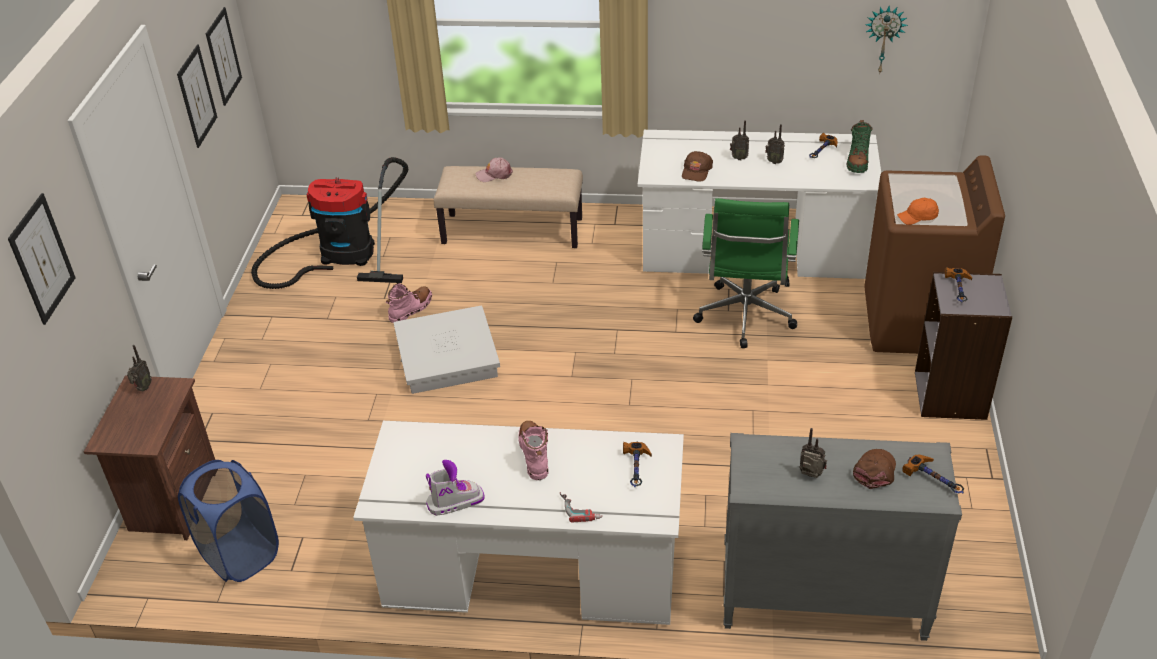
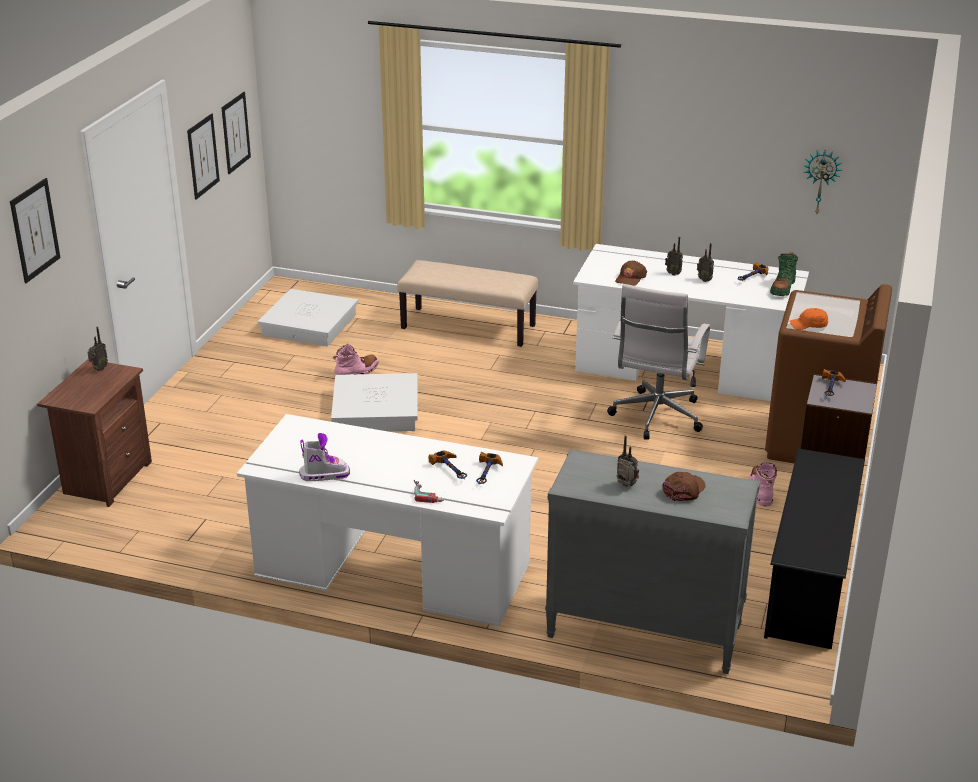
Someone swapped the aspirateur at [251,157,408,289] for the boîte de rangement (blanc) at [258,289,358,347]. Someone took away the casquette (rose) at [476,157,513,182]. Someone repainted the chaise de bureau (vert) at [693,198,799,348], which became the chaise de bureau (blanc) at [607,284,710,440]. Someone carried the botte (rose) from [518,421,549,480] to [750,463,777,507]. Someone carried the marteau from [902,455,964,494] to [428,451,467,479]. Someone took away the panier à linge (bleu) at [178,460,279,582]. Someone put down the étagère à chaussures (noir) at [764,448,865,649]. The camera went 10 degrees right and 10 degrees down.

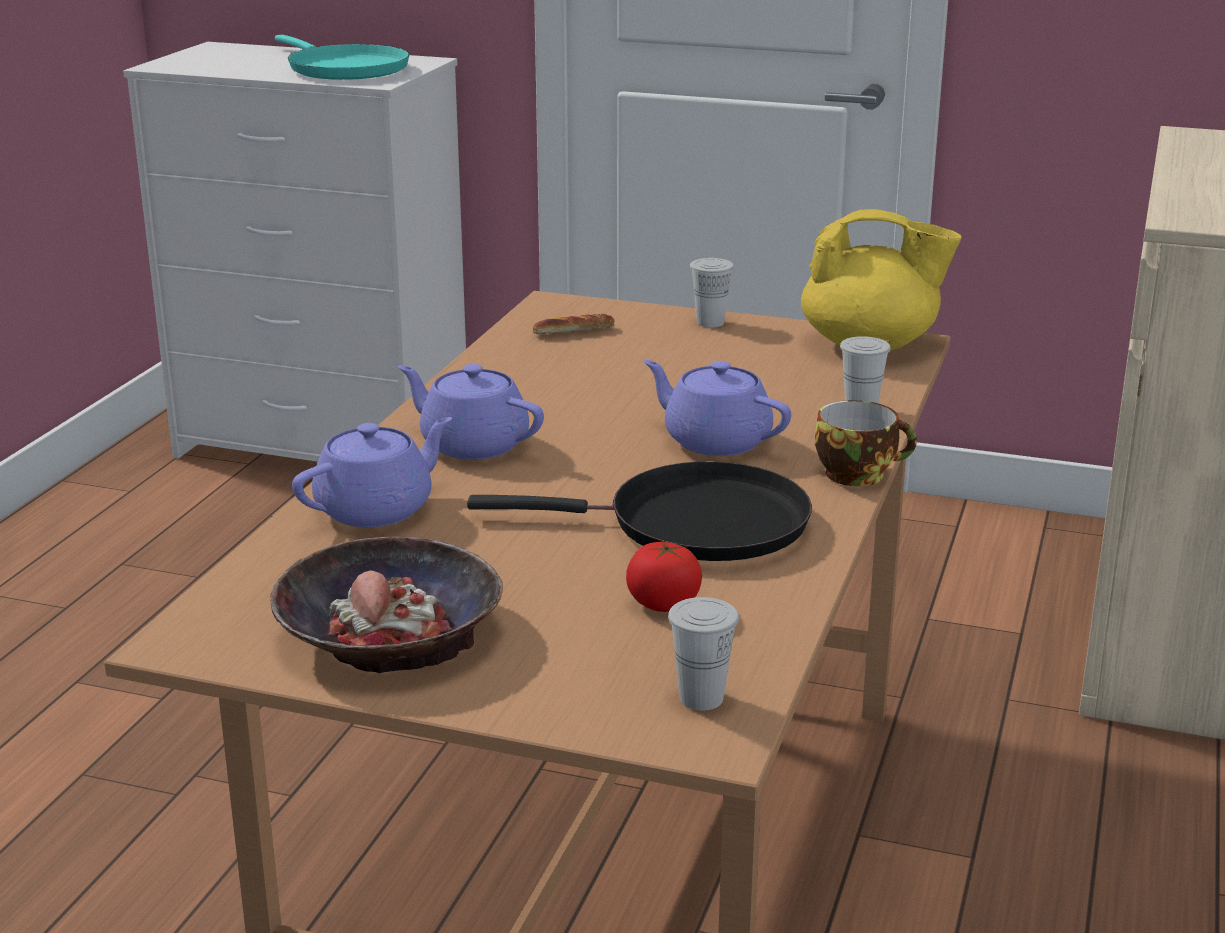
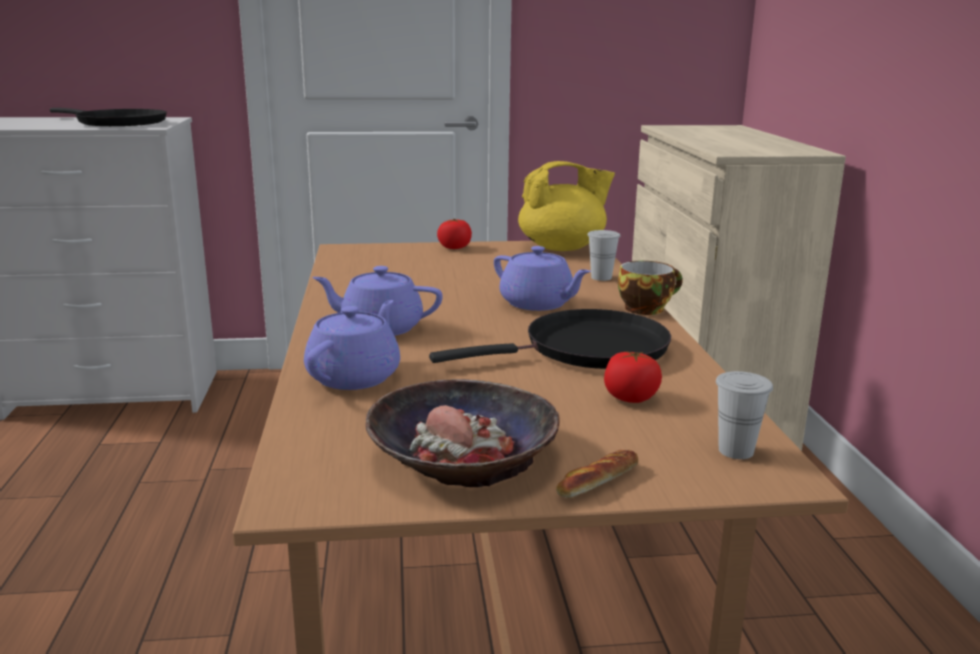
Someone repainted the poêle (turquoise) at [275,35,410,80], which became the poêle (noir) at [50,108,167,126]. Someone swapped the tasse (blanc) at [690,258,734,327] for the tomate at [437,219,472,249]. Someone carried the pain from [533,314,614,334] to [556,450,638,498]. Someone rotated the théière (violet) at [643,360,791,456] by 150 degrees counterclockwise. The camera went 25 degrees left and 5 degrees down.

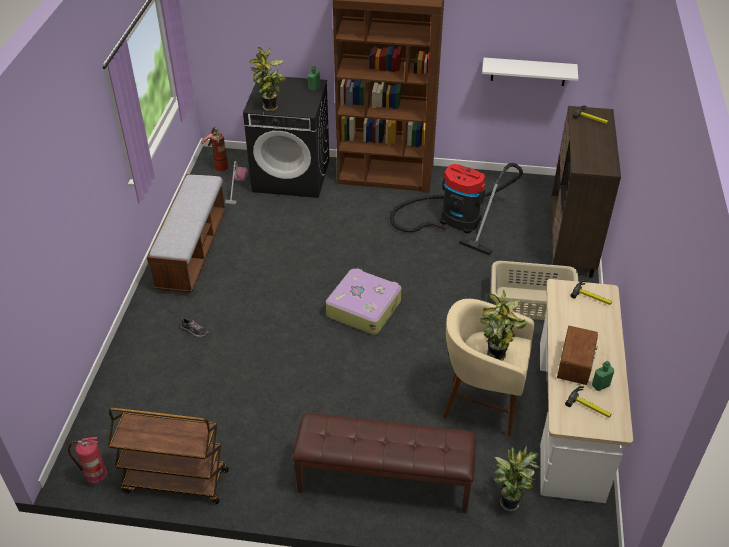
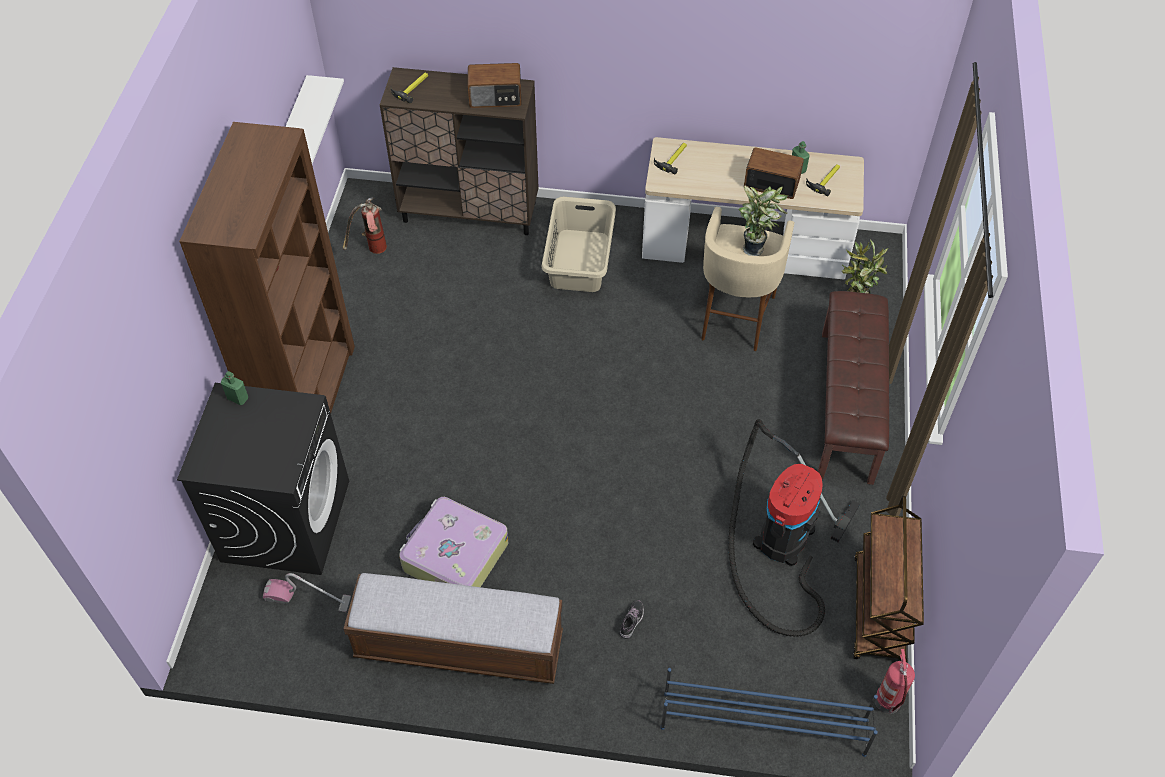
Someone took away the plante en pot at [249,47,286,111]. Someone carried the extincteur from [201,127,228,172] to [343,197,387,254]. Someone carried the aspirateur from [390,163,523,256] to [728,419,860,637]. Someone carried the valise from [326,268,401,335] to [399,497,508,587]. Someone put down the radio at [468,63,522,108]. Someone put down the étagère à chaussures (bleu) at [661,668,878,757]. The camera went 90 degrees left and 10 degrees up.

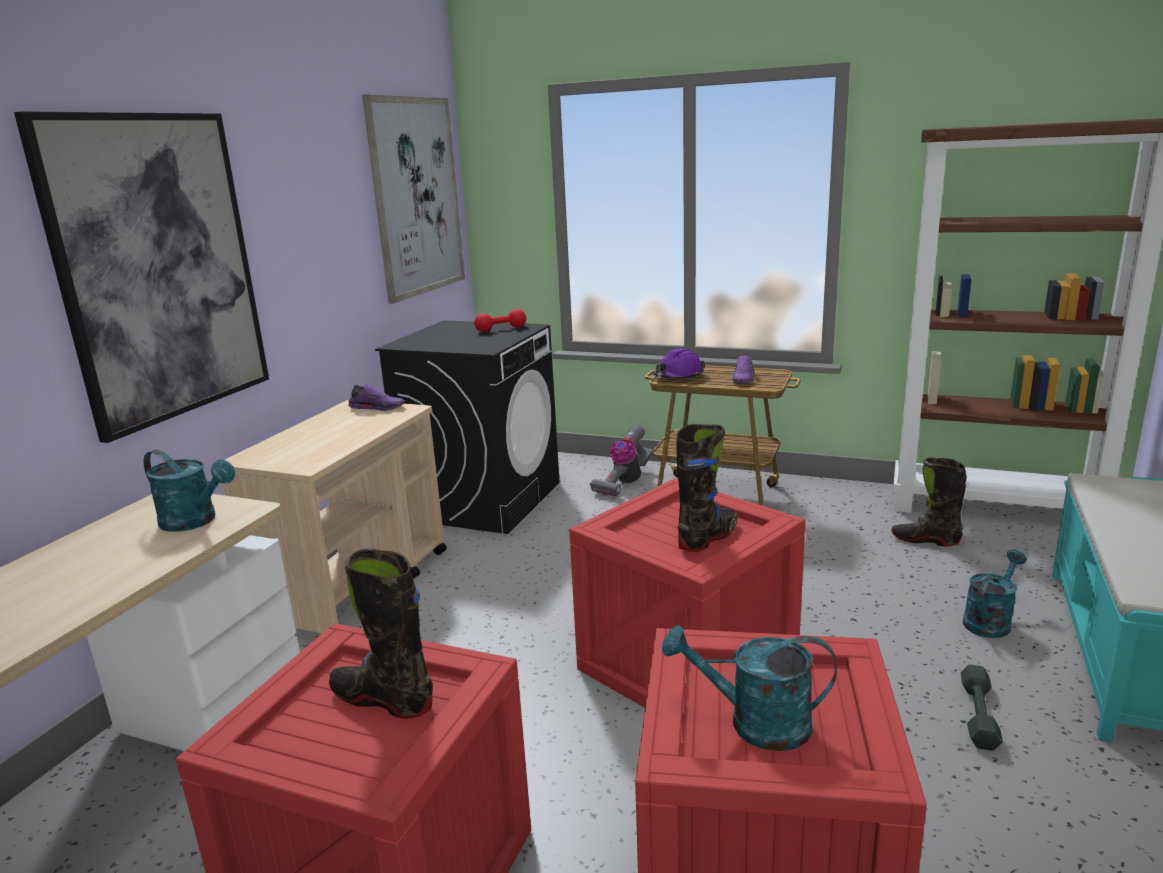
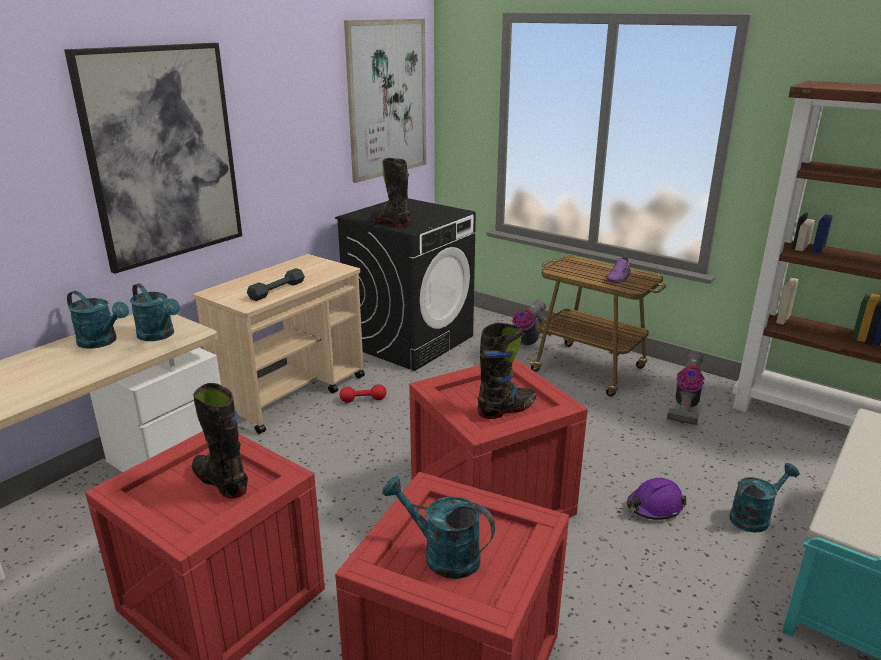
Someone carried the haltère (rouge) from [474,309,526,332] to [340,384,386,403]. Someone carried the casque de chantier (violet) from [653,348,705,379] to [627,478,687,520]. Someone took away the chaussure (violet) at [348,383,405,411]. Someone carried the botte (noir) from [891,457,967,546] to [371,158,410,227]. Someone carried the haltère (gris) from [961,665,1003,751] to [247,268,305,301]. Someone put down the arrosoir (turquoise) at [67,291,129,349]. Someone put down the aspirateur at [667,351,705,425]. The camera went 15 degrees right and 5 degrees up.

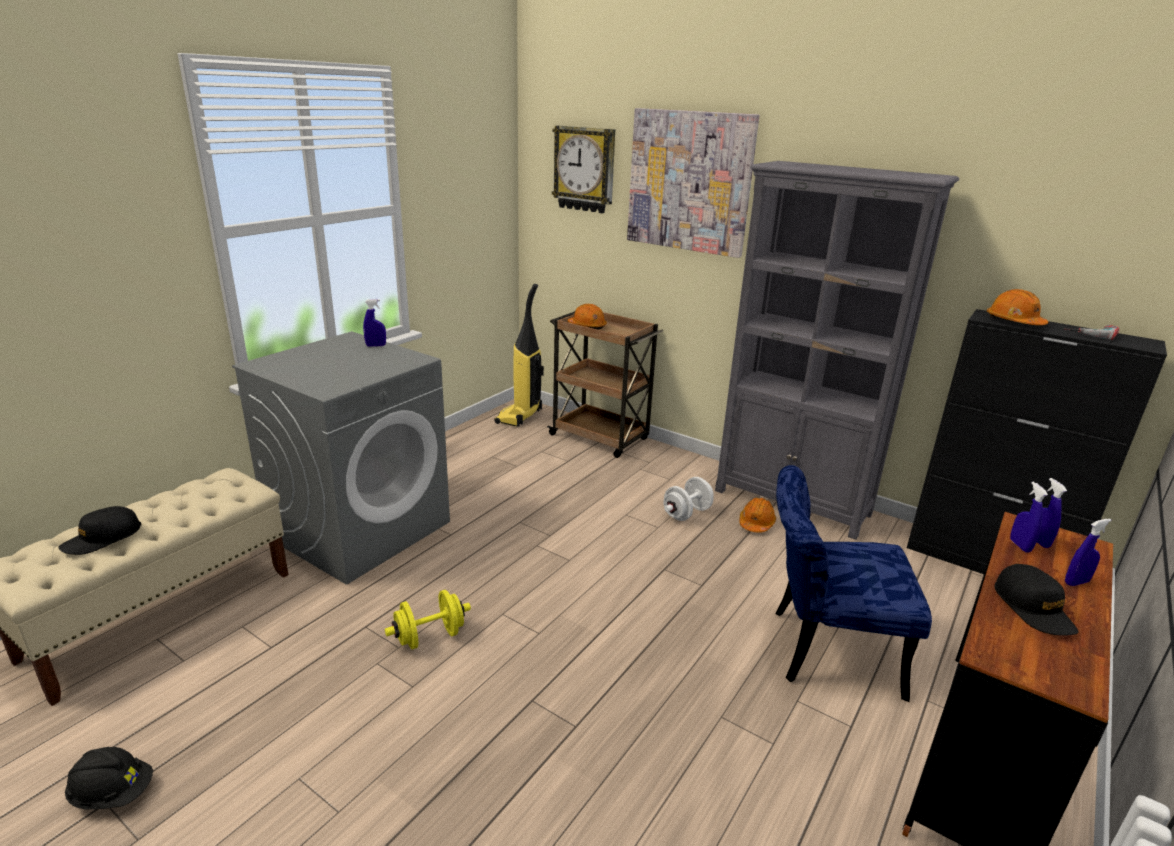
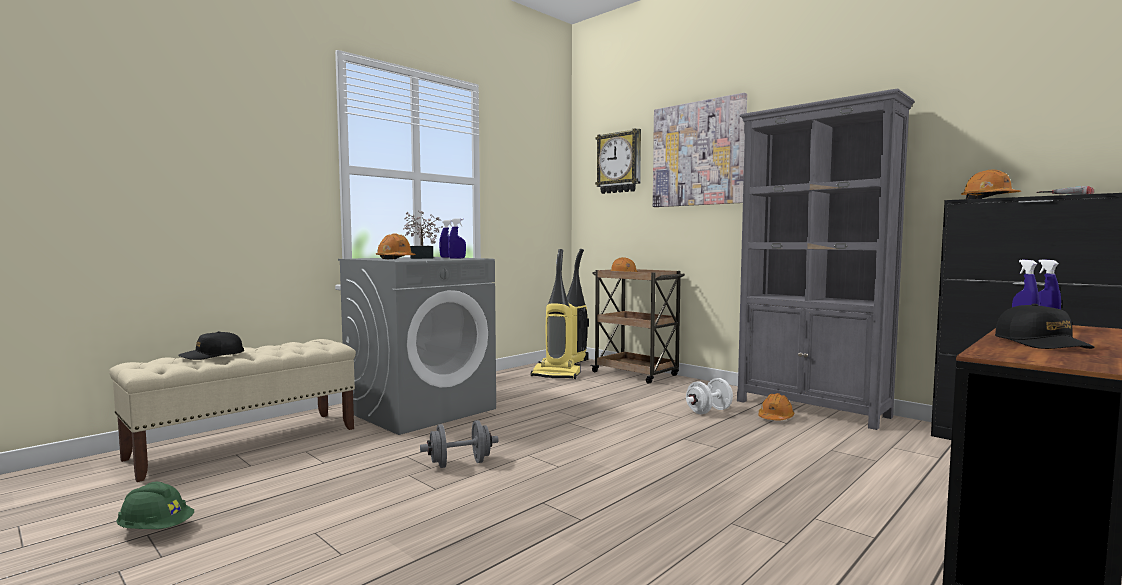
Someone took away the chaise (bleu) at [775,465,932,702]. Someone carried the vaporisateur (bleu) from [1065,519,1112,586] to [448,218,466,259]. Someone repainted the haltère (jaune) at [385,590,471,649], which became the haltère (gris) at [420,420,498,468]. Someone repainted the casque de chantier (noir) at [65,747,153,809], which became the casque de chantier (vert) at [116,482,194,529]. Someone put down the plante en pot at [403,210,443,259]. Someone put down the casque de chantier (orange) at [376,233,416,259]. Someone put down the aspirateur at [531,249,580,379]. The camera went 10 degrees right and 20 degrees down.

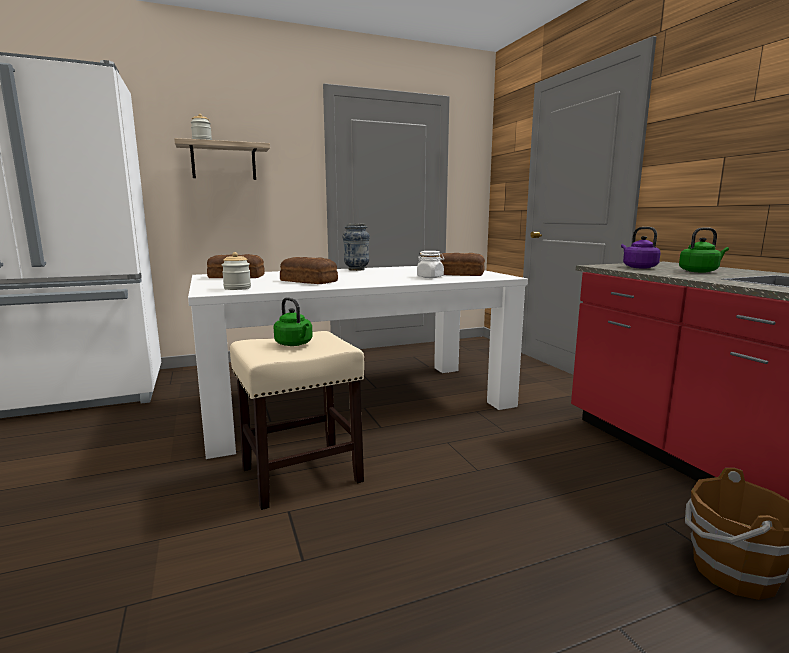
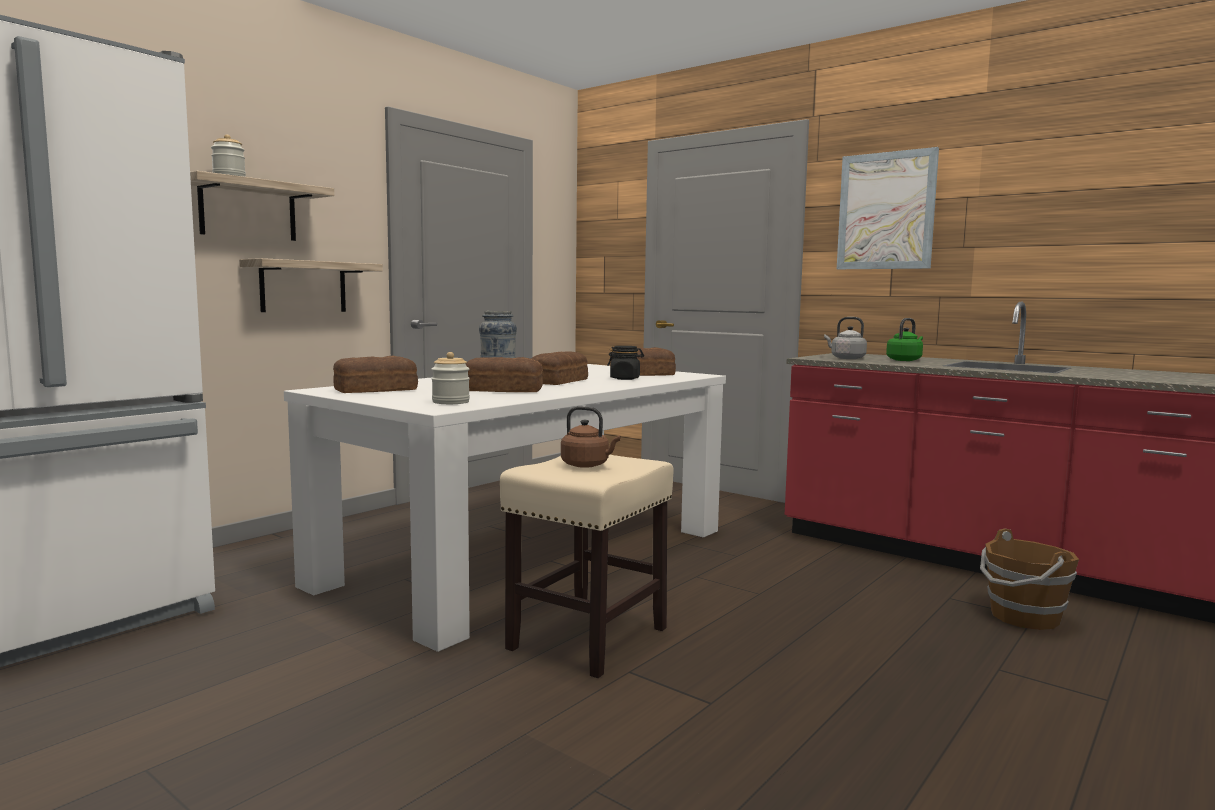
Someone repainted the bouilloire (violet) at [621,227,661,268], which became the bouilloire (gris) at [824,317,867,359]. Someone repainted the bocal (blanc) at [417,251,444,278], which became the bocal (noir) at [607,346,644,380]. Someone repainted the bouilloire (vert) at [274,297,313,346], which became the bouilloire (marron) at [561,406,621,468]. Someone put up the tableau at [837,147,939,269]. Someone put up the étagère at [239,258,383,312]. Someone put down the pain at [531,352,588,385]. The camera went 30 degrees left and 5 degrees down.

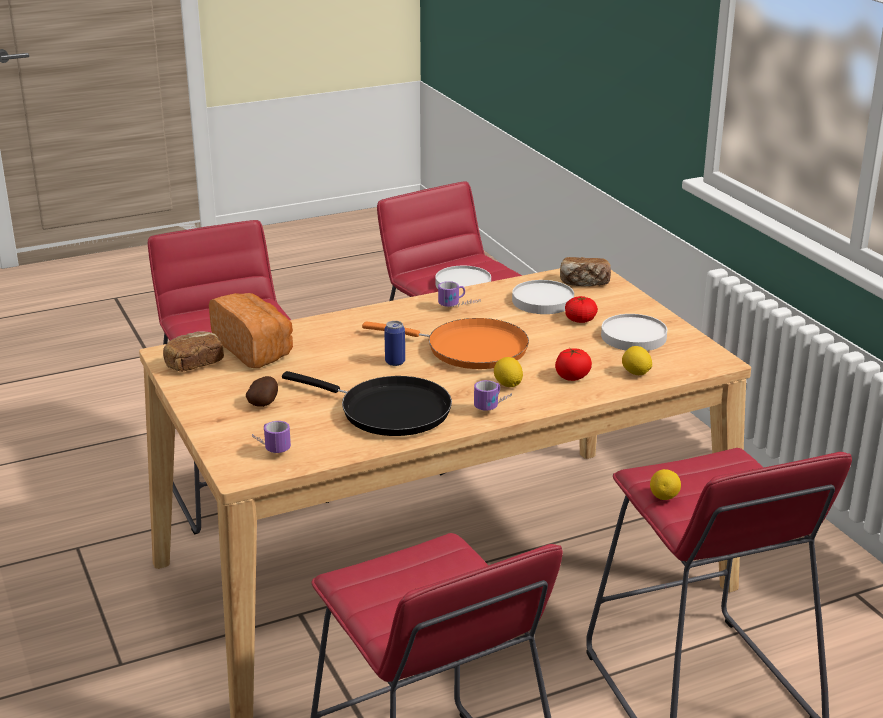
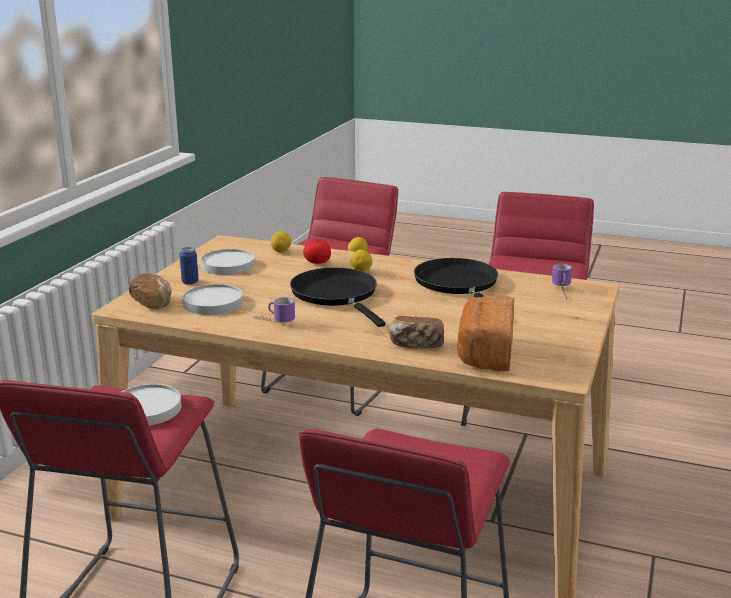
Someone took away the tomate at [565,296,598,323]. Someone repainted the poêle (orange) at [362,318,529,369], which became the poêle (noir) at [290,268,386,327]. Someone carried the boîte métallique from [384,321,405,366] to [179,247,199,285]. Someone carried the pain from [163,331,224,372] to [389,316,444,349]. Someone took away the pomme de terre at [246,376,278,407]. Someone took away the mug at [474,380,512,411]. The camera went 135 degrees left and 5 degrees down.

